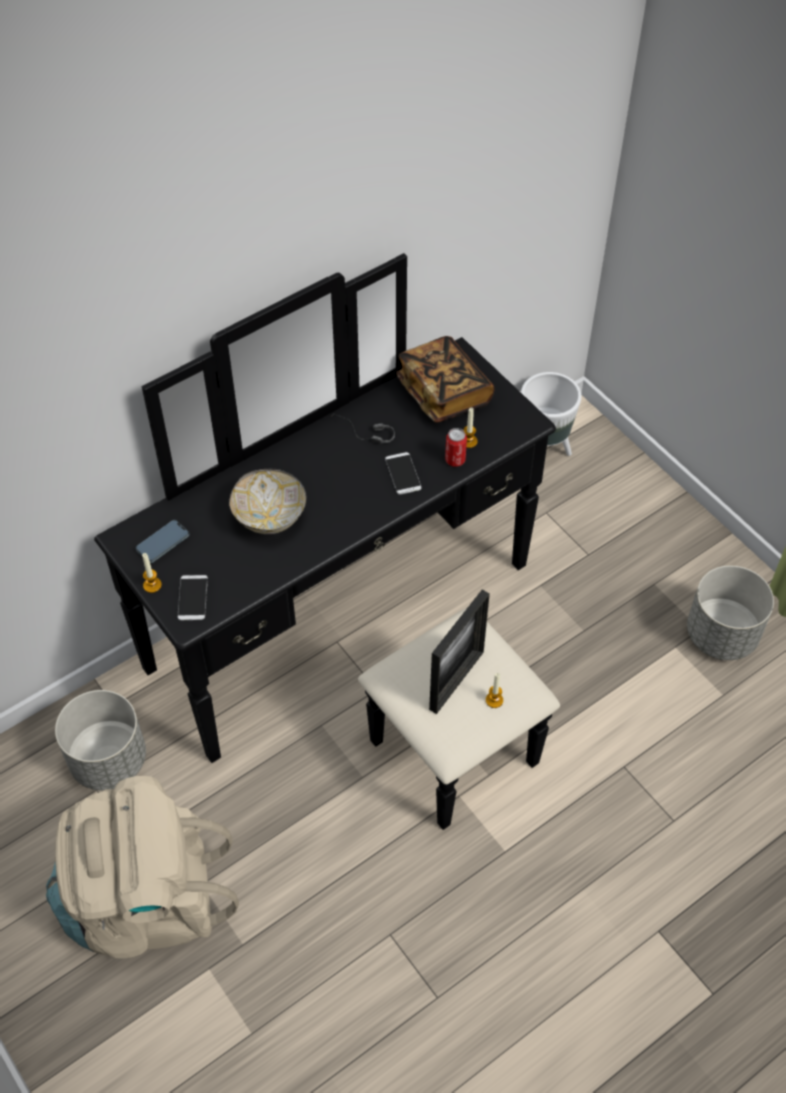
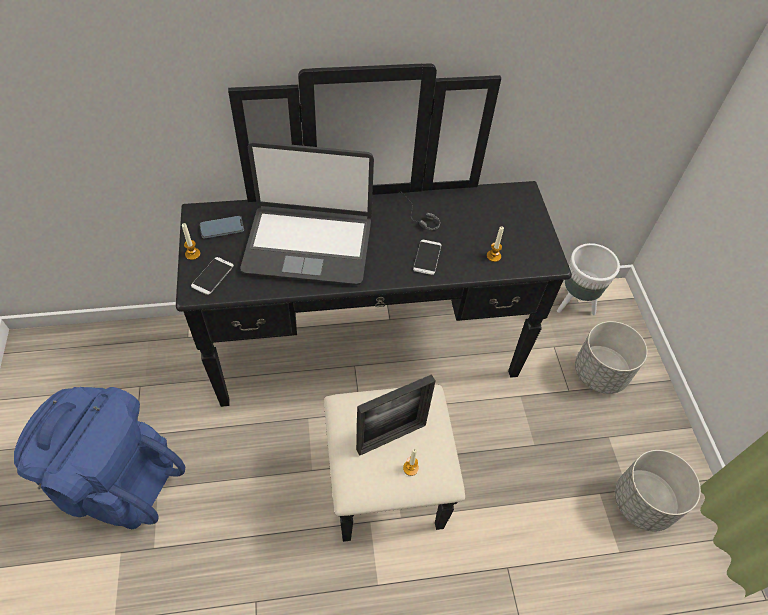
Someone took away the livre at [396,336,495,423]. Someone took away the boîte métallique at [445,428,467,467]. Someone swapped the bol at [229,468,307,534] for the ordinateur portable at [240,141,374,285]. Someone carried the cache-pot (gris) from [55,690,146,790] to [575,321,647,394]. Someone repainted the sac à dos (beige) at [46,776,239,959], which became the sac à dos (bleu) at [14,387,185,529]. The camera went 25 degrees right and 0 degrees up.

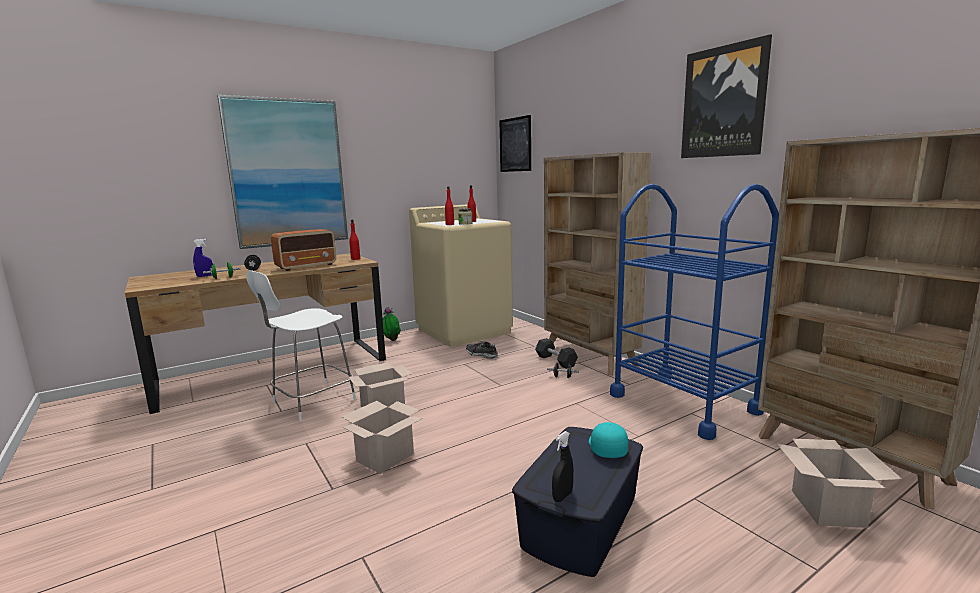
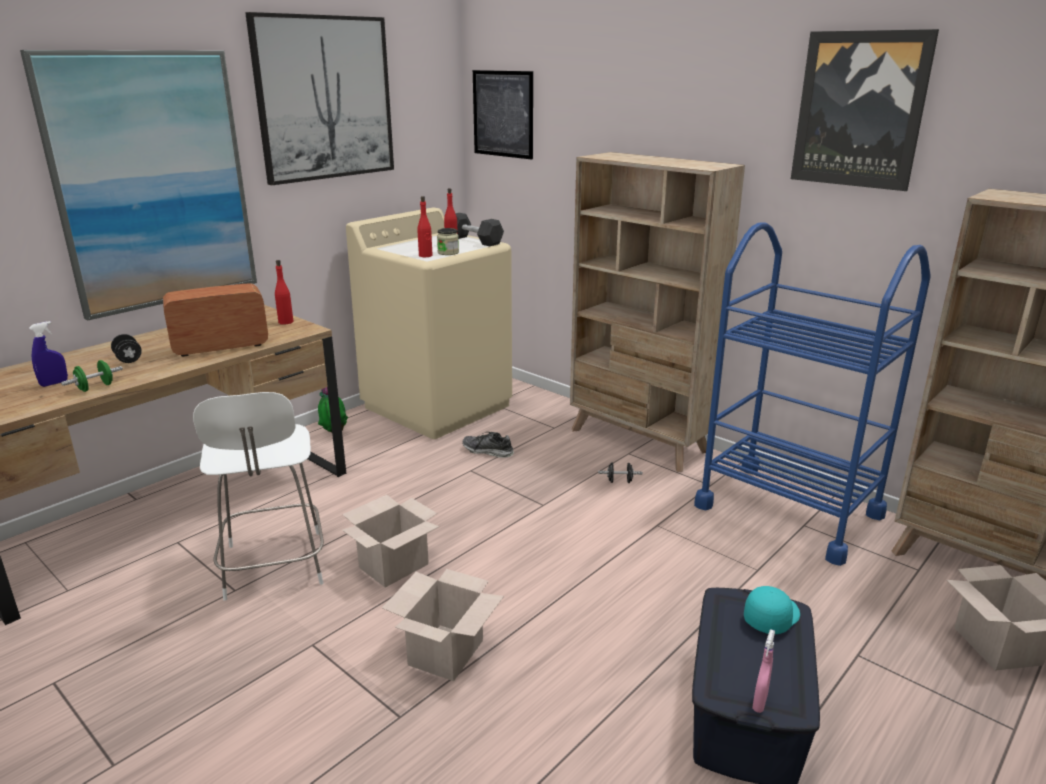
Someone rotated the radio at [271,229,336,271] by 150 degrees counterclockwise. Someone rotated the chaise (blanc) at [246,270,356,421] by 45 degrees counterclockwise. Someone carried the haltère (noir) from [535,338,578,369] to [455,213,504,246]. Someone rotated the casquette (turquoise) at [589,422,628,458] by 60 degrees clockwise. Someone repainted the vaporisateur (noir) at [552,431,573,502], which became the vaporisateur (rose) at [752,629,775,713]. Someone put up the tableau at [245,12,394,185]. The camera went 15 degrees left and 10 degrees up.

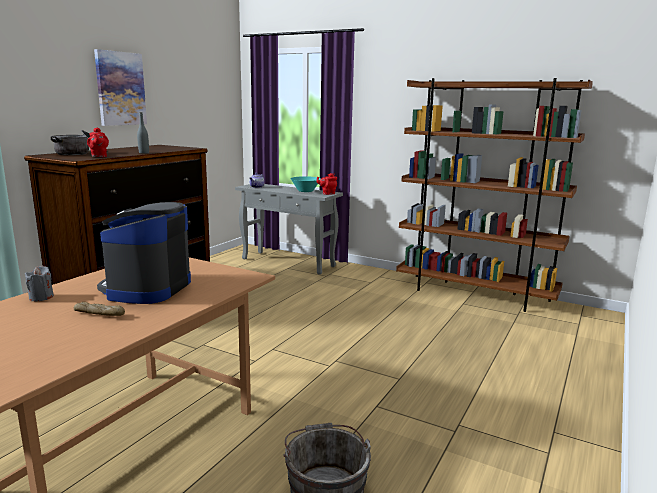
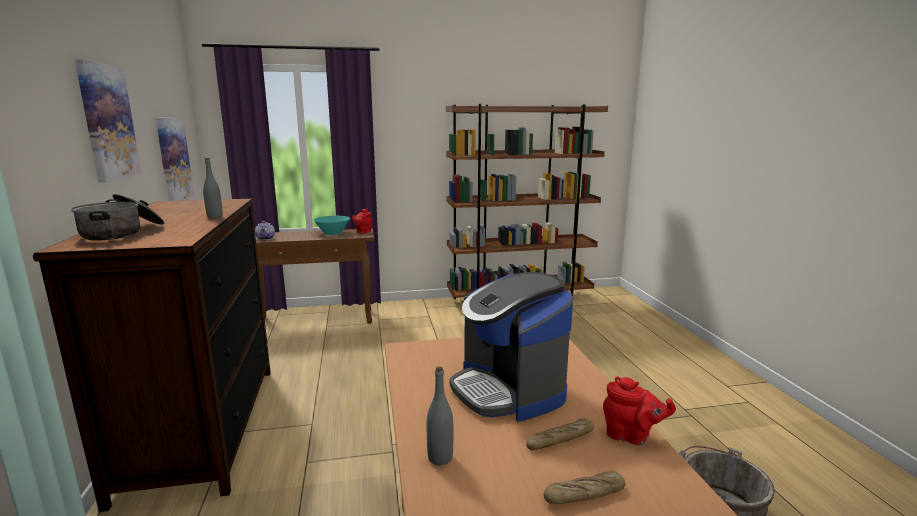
Someone carried the théière (rouge) from [87,128,109,157] to [603,376,676,445]. Someone repainted the table console (gris) at [235,184,343,275], which became the table console (marron) at [255,228,374,323]. Someone swapped the bougie (gris) at [25,266,54,301] for the bouteille (gris) at [427,366,453,465]. Someone put up the tableau at [156,117,194,201]. Someone put down the pain at [544,471,625,504]. The camera went 40 degrees left and 0 degrees up.

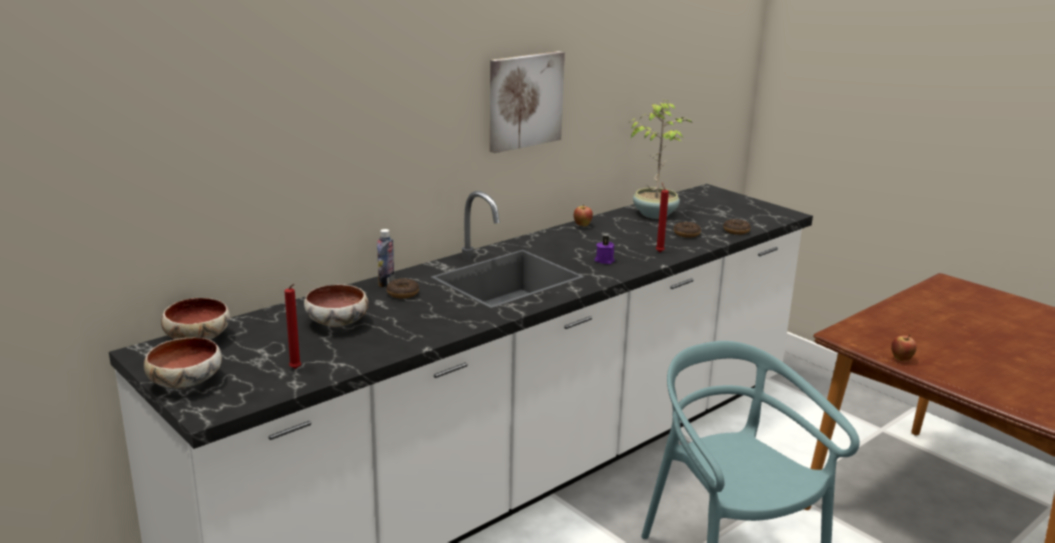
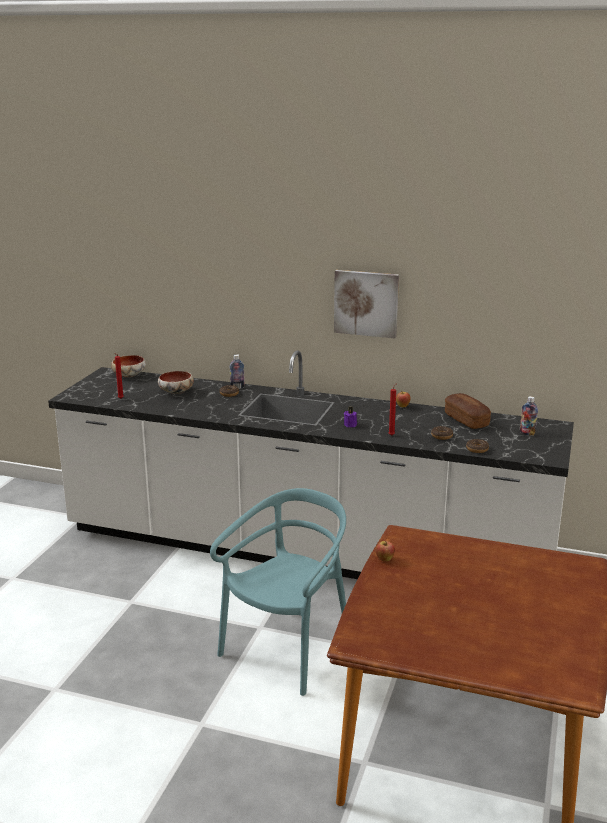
Someone swapped the plante en pot at [630,100,692,219] for the pain at [445,393,491,429]. Someone took away the bol at [144,337,222,389]. Someone put down the bouteille at [520,396,538,436]. The camera went 60 degrees right and 0 degrees up.

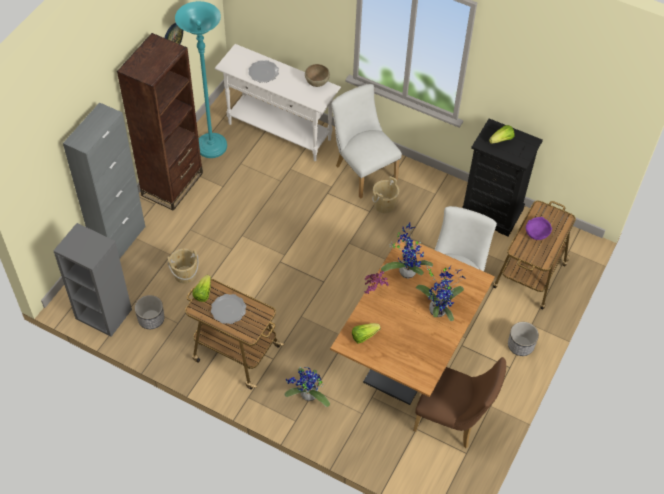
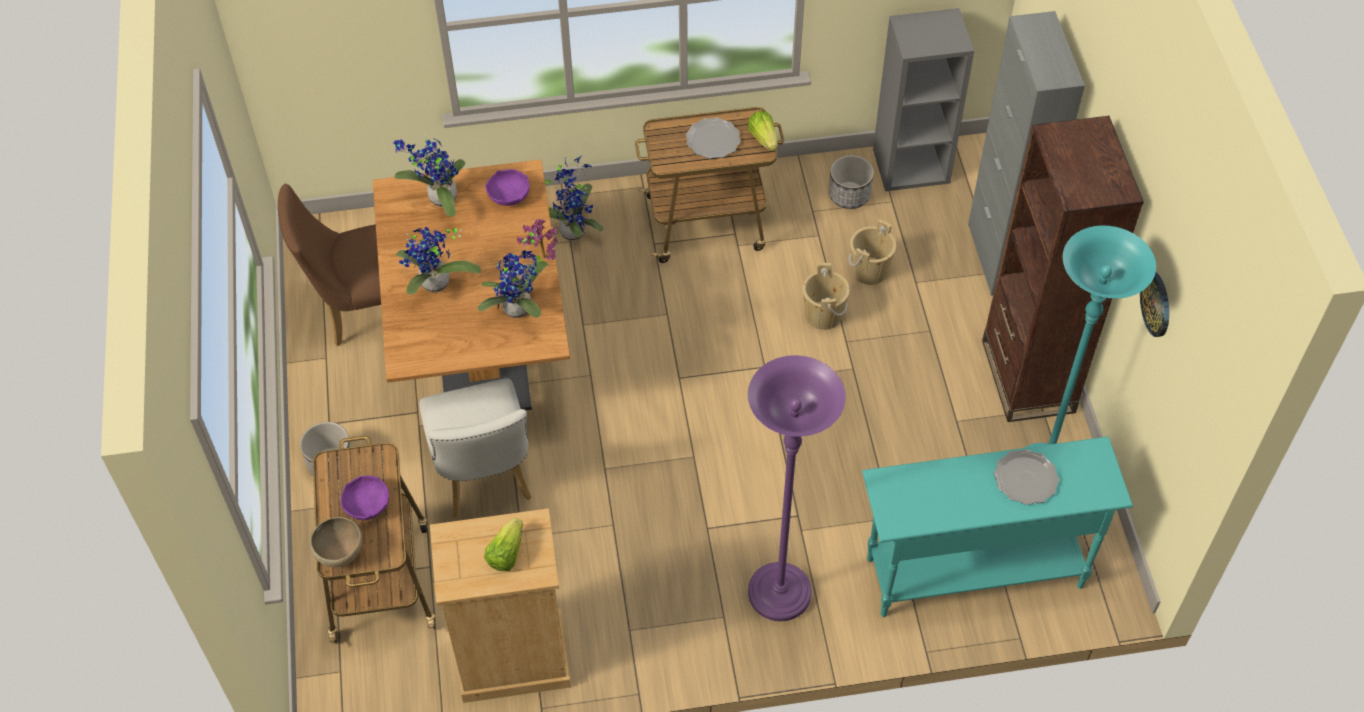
Someone repainted the table console (blanc) at [215,44,341,161], which became the table console (turquoise) at [862,437,1133,617]. Someone carried the bol (marron) from [305,64,330,87] to [309,517,362,567]. Someone swapped the chaise (blanc) at [332,84,402,199] for the lampadaire (violet) at [748,355,846,621]. Someone repainted the commode (noir) at [462,118,543,237], which became the commode (beige) at [430,508,571,703]. Someone carried the seau (beige) from [372,176,399,213] to [803,263,850,330]. Someone swapped the laitue at [352,323,381,343] for the bol (violet) at [485,169,530,206]. Someone put down the plante en pot at [393,134,465,217]. The camera went 145 degrees right and 0 degrees up.

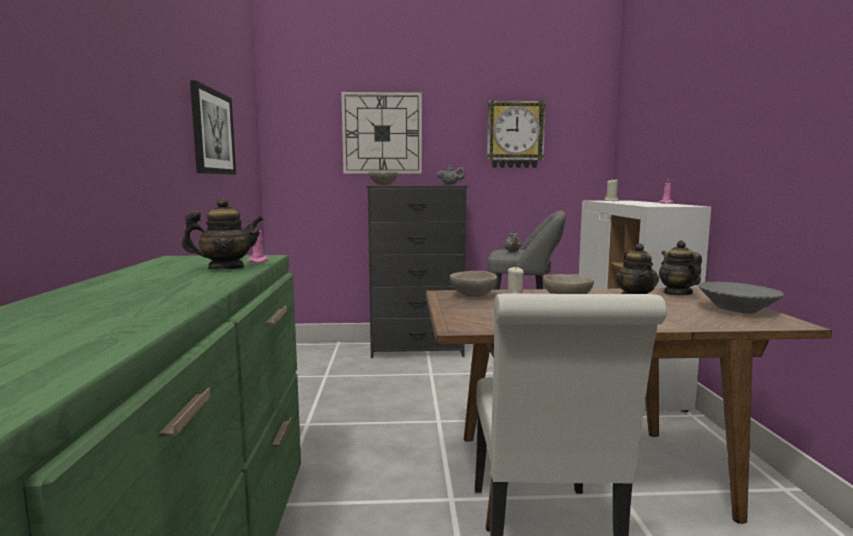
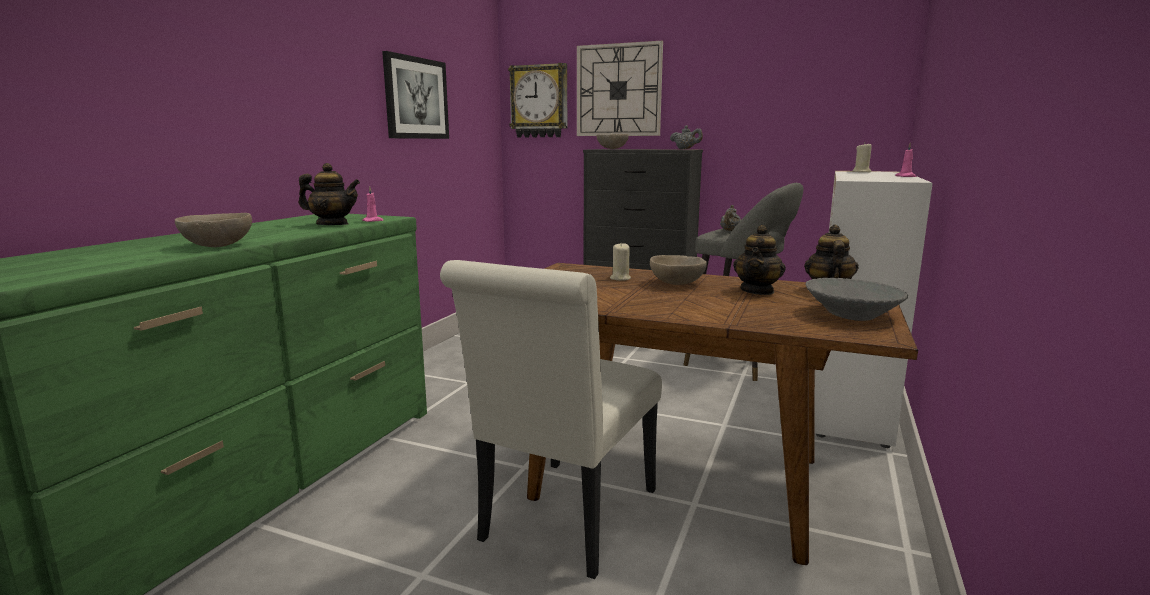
Someone carried the horloge murale from [487,100,546,168] to [508,63,567,137]. Someone carried the bol (beige) from [450,271,497,297] to [175,213,252,247]. The camera went 25 degrees right and 5 degrees up.

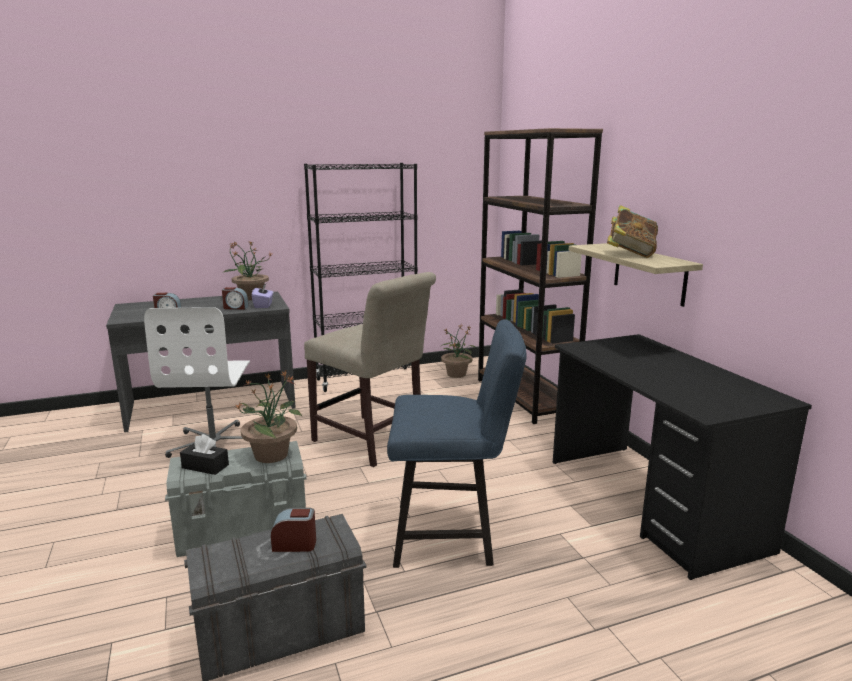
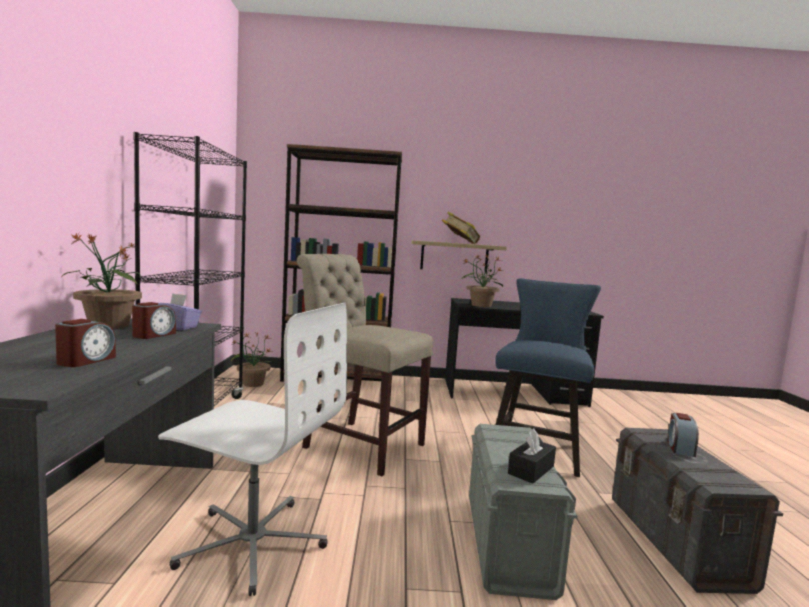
Someone rotated the chaise (beige) at [304,272,436,467] by 120 degrees counterclockwise. Someone carried the plante en pot from [235,371,302,463] to [462,254,503,307]. The camera went 70 degrees left and 10 degrees down.

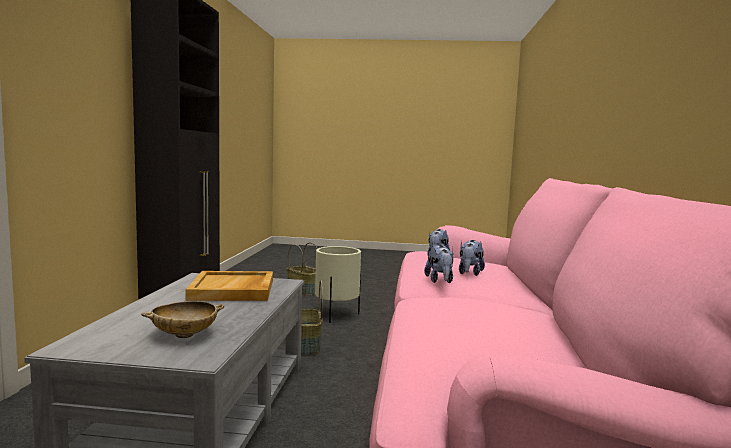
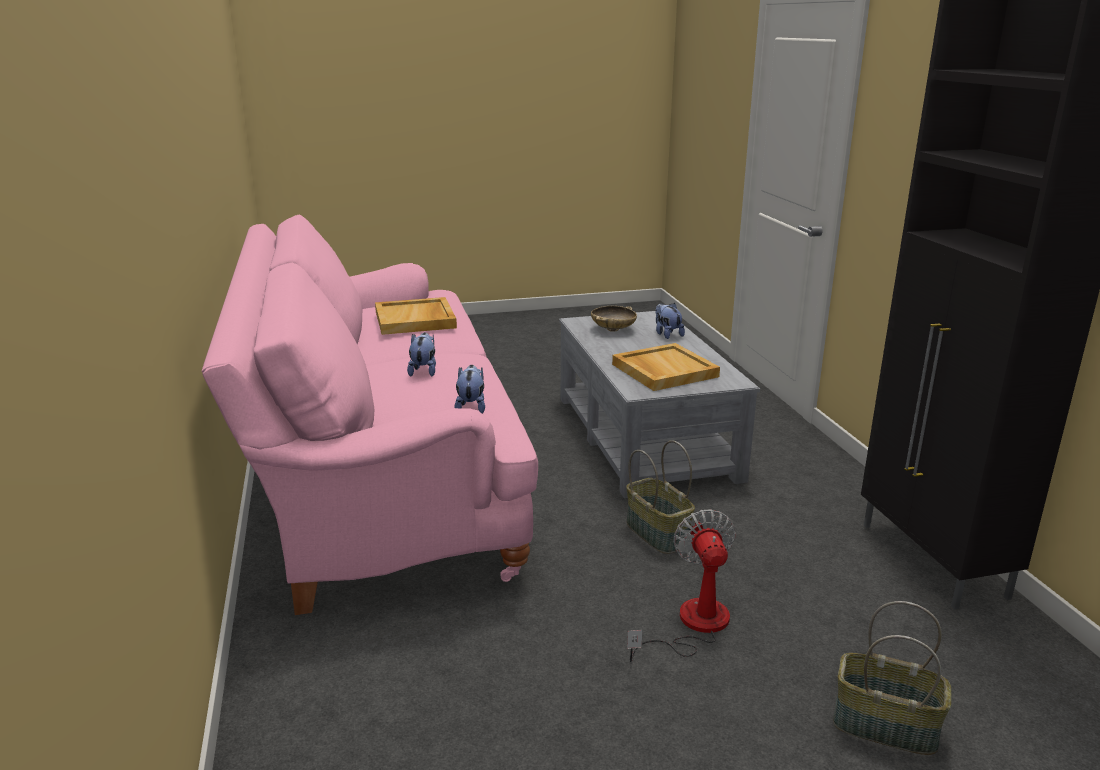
Someone carried the peluche from [424,245,454,283] to [655,303,685,339]. Someone swapped the cache-pot (beige) at [315,246,361,323] for the ventilateur at [627,509,736,662]. Someone put down the plateau (beige) at [375,297,457,335]. The camera went 160 degrees right and 15 degrees up.

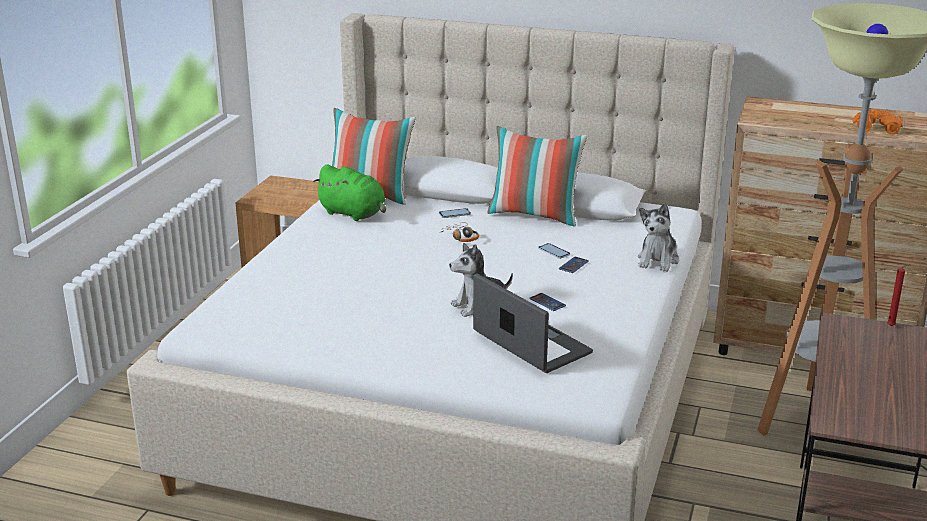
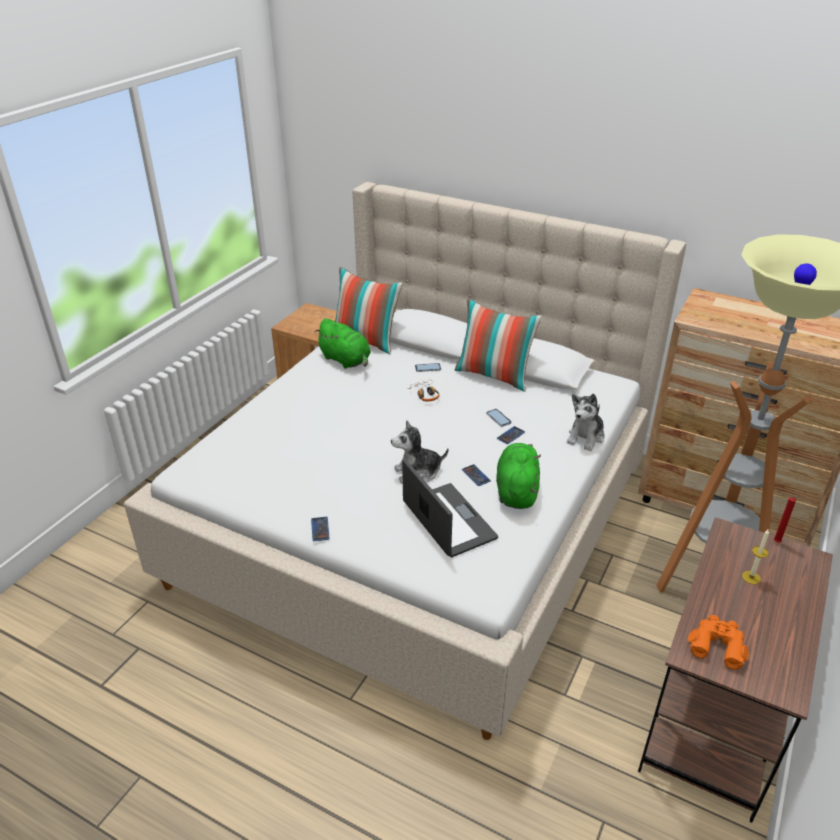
Someone carried the jumelles (orange) from [853,109,903,135] to [688,615,749,670]. Someone put down the peluche (vert) at [496,443,541,509]. Someone put down the téléphone at [311,517,330,541]. Someone put down the bougie at [742,529,769,584]. The camera went 10 degrees right and 10 degrees up.

